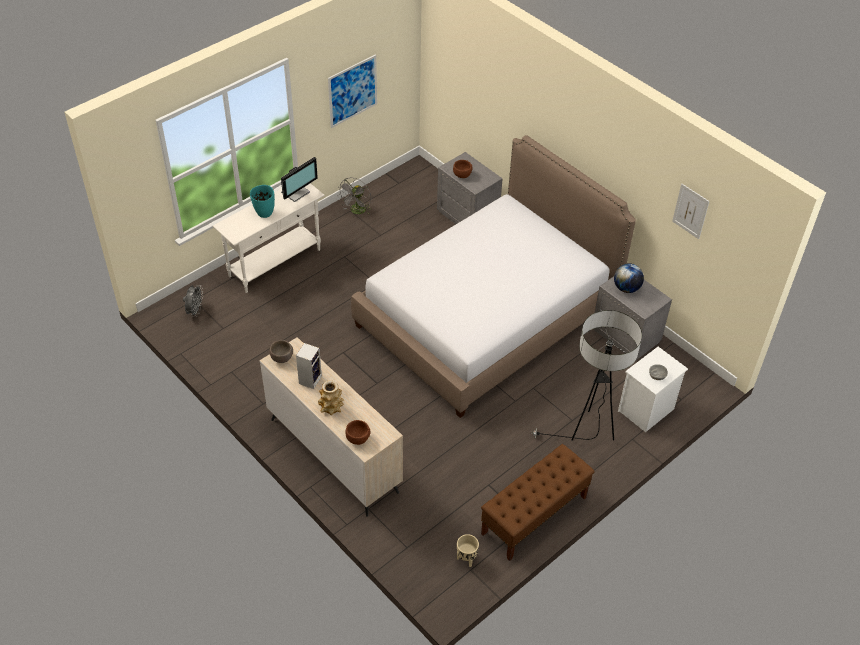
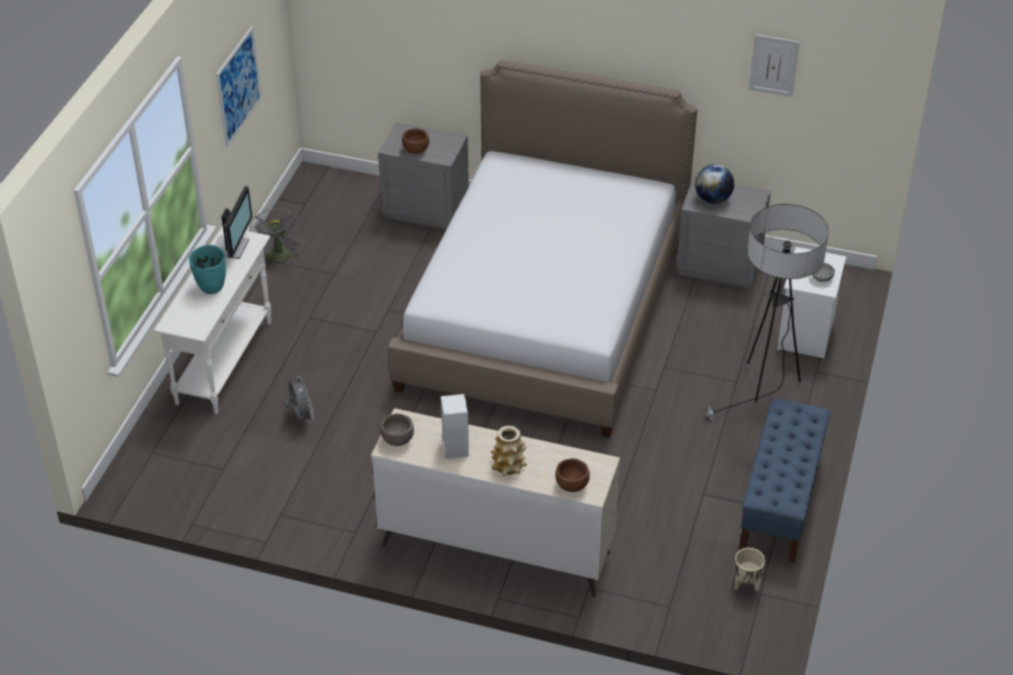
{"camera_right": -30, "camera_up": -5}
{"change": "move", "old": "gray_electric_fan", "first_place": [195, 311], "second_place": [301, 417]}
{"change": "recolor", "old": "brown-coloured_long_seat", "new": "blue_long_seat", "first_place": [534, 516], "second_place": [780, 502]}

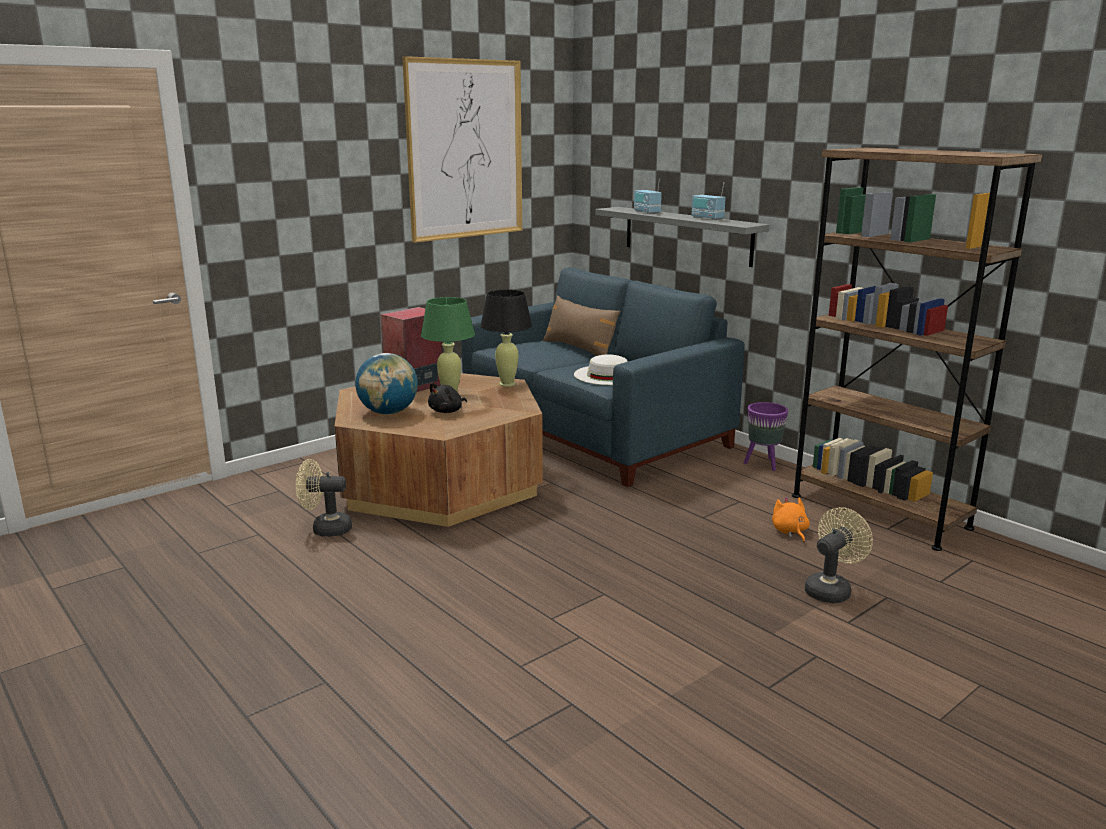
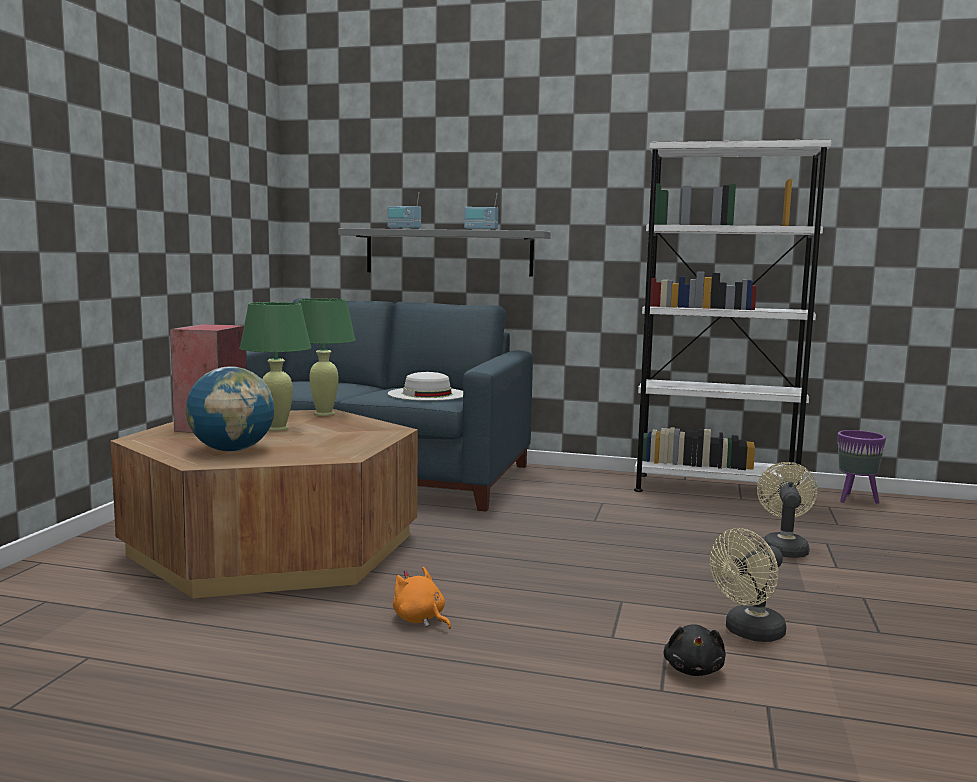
{"camera_right": -35, "camera_up": -10}
{"change": "delete", "old": "wall_art", "first_place": [465, 150]}
{"change": "delete", "old": "brown-coloured_cushion", "first_place": [580, 349]}
{"change": "move", "old": "beige_electric_fan", "first_place": [325, 529], "second_place": [749, 633]}
{"change": "move", "old": "blackish_plush_toy", "first_place": [447, 411], "second_place": [693, 669]}
{"change": "move", "old": "purple_planter", "first_place": [763, 464], "second_place": [855, 500]}
{"change": "move", "old": "orange_plush_toy", "first_place": [790, 532], "second_place": [420, 619]}
{"change": "recolor", "old": "blackish_table_lamp", "new": "greenish_table_lamp", "first_place": [507, 384], "second_place": [324, 413]}
{"change": "recolor", "old": "brown-coloured_bookshelf", "new": "white_bookshelf", "first_place": [879, 511], "second_place": [714, 489]}

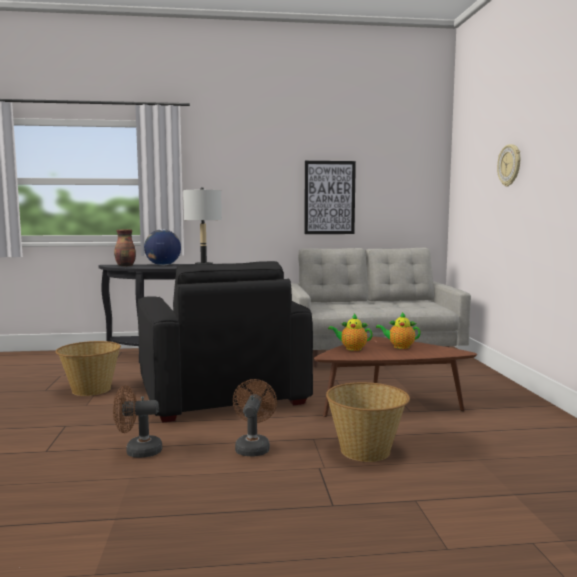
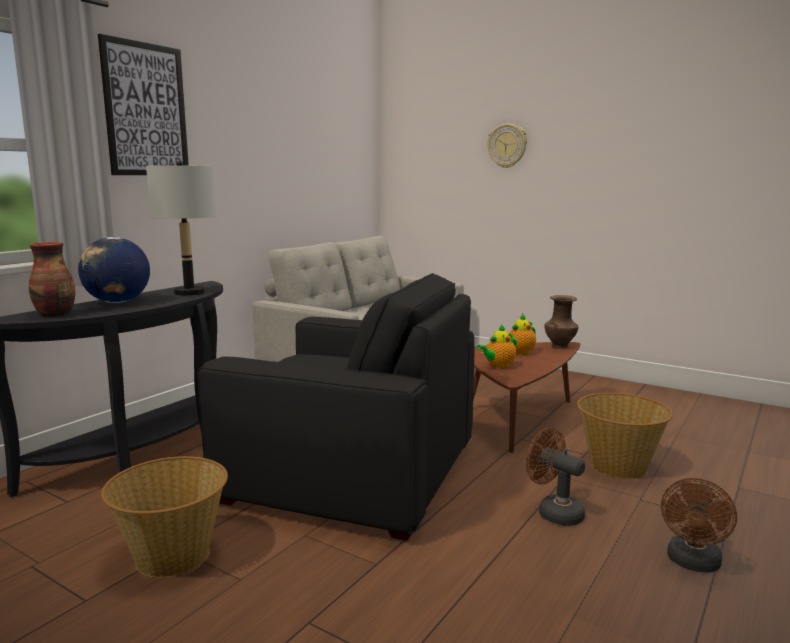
{"camera_right": -50, "camera_up": 5}
{"change": "insert", "new": "brown-coloured_flower_vase", "second_place": [560, 346]}
{"change": "move", "old": "brown-coloured_electric_fan", "first_place": [137, 451], "second_place": [693, 563]}
{"change": "move", "old": "wall_art", "first_place": [329, 197], "second_place": [145, 110]}

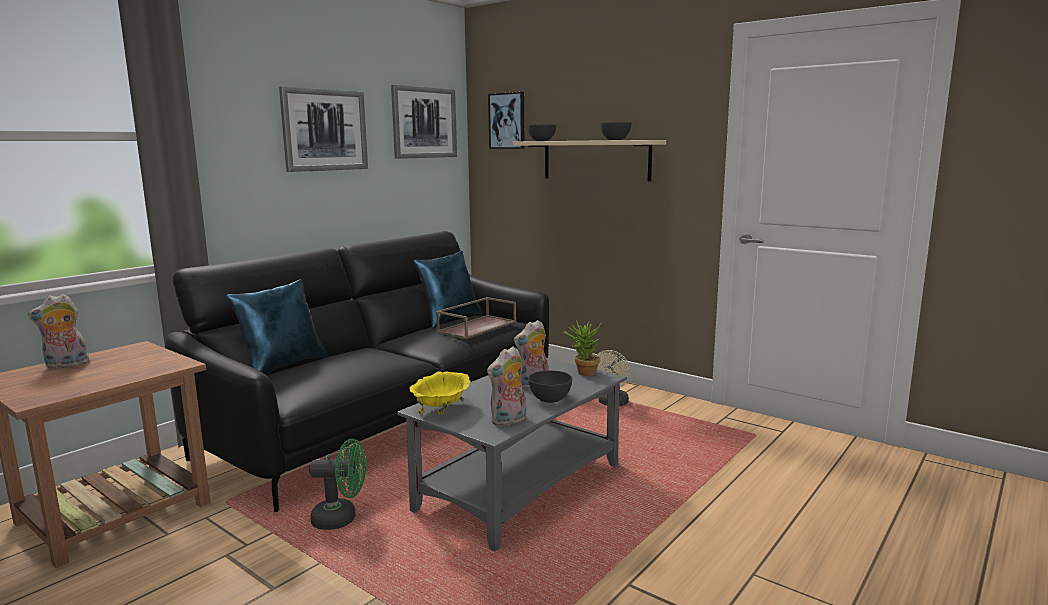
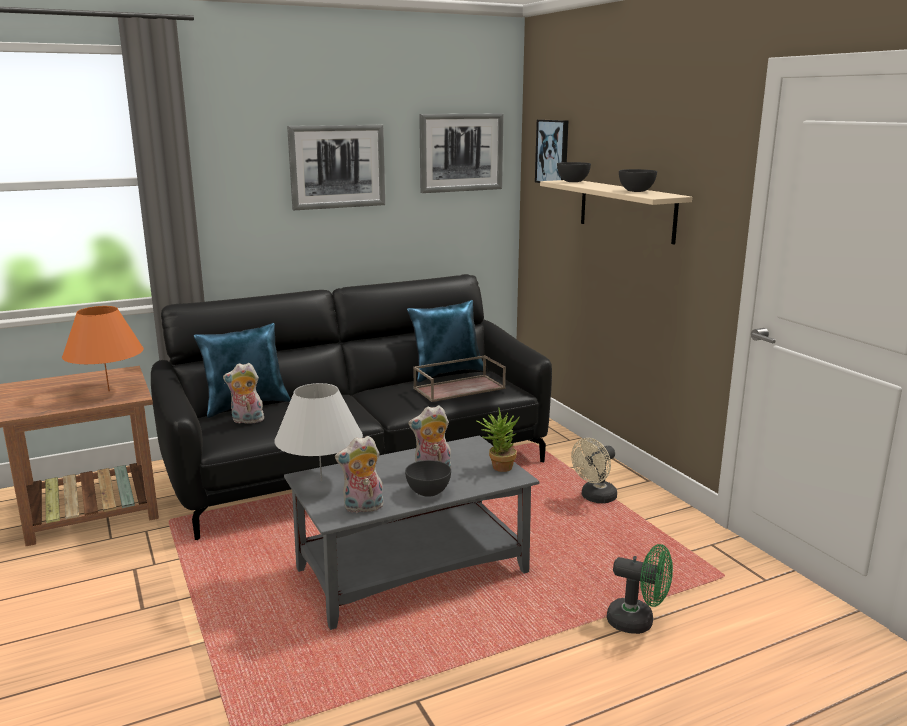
{"camera_right": 25, "camera_up": 5}
{"change": "insert", "new": "orange_table_lamp", "second_place": [108, 391]}
{"change": "move", "old": "plush_toy", "first_place": [66, 365], "second_place": [246, 421]}
{"change": "move", "old": "greenish_electric_fan", "first_place": [341, 518], "second_place": [638, 622]}
{"change": "replace", "old": "yellow_bowl", "new": "white_table_lamp", "first_place": [441, 409], "second_place": [321, 480]}

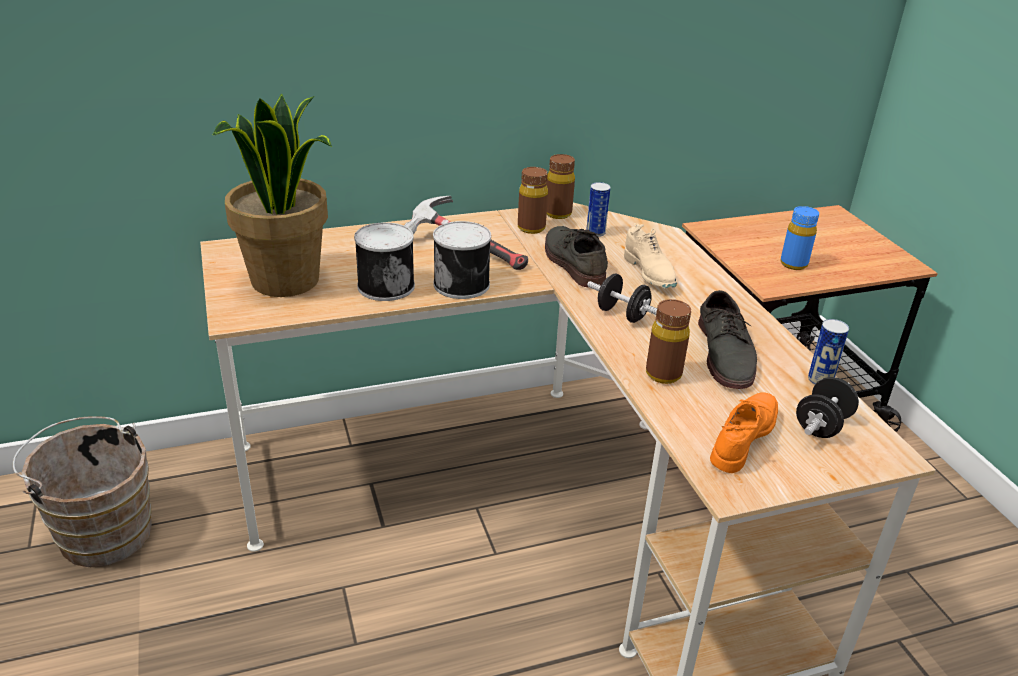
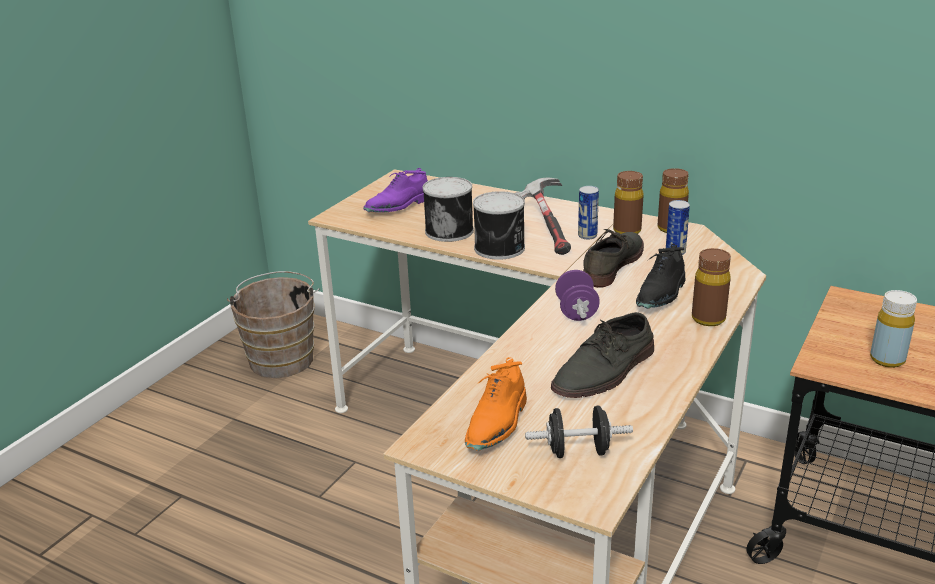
{"camera_right": 50, "camera_up": -5}
{"change": "move", "old": "brown-coloured_beverage_bottle", "first_place": [663, 374], "second_place": [708, 319]}
{"change": "move", "old": "can", "first_place": [820, 380], "second_place": [587, 235]}
{"change": "replace", "old": "plant_in_a_pot", "new": "purple_shoe", "first_place": [286, 281], "second_place": [398, 207]}
{"change": "recolor", "old": "blackish_hand_weight", "new": "purple_hand_weight", "first_place": [622, 314], "second_place": [576, 312]}
{"change": "recolor", "old": "beige_shoe", "new": "blackish_shoe", "first_place": [649, 273], "second_place": [661, 295]}
{"change": "recolor", "old": "blue_beverage_bottle", "new": "yellow_beverage_bottle", "first_place": [793, 264], "second_place": [887, 359]}
{"change": "rotate", "old": "orange_shoe", "first_place": [743, 439], "second_place": [497, 424], "degrees": 120}

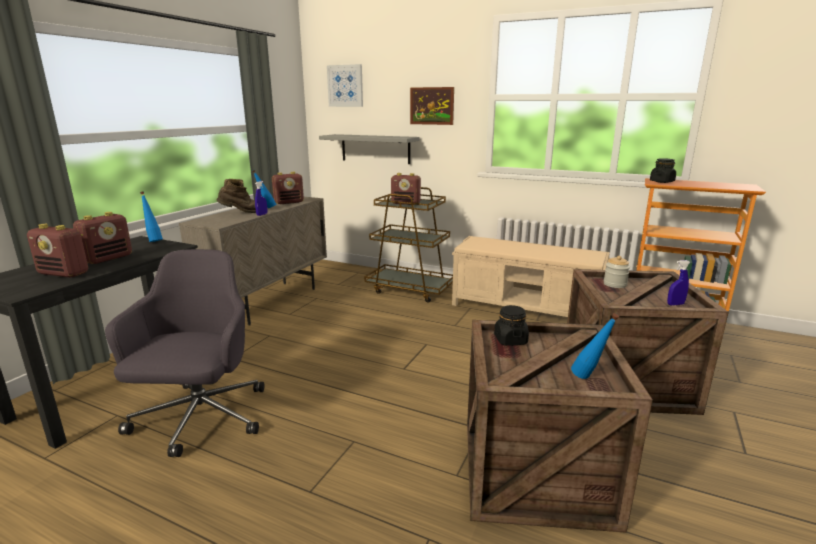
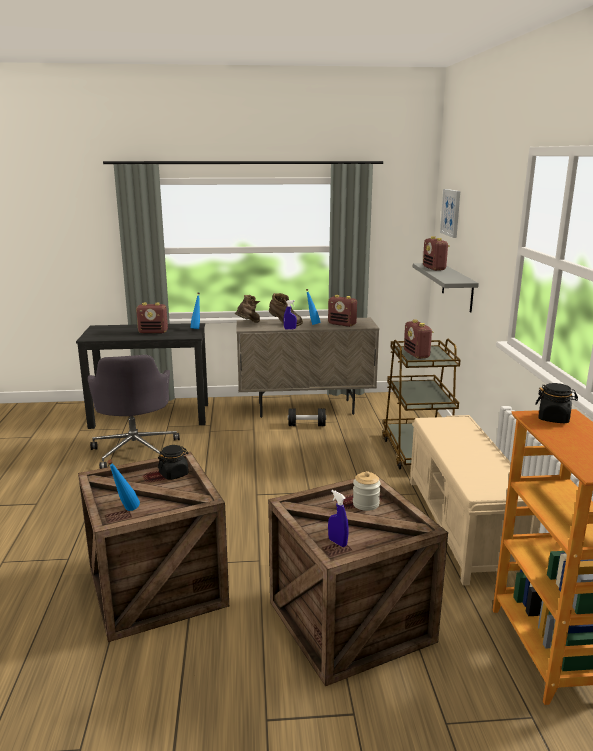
{"camera_right": 60, "camera_up": 0}
{"change": "delete", "old": "wall_art", "first_place": [431, 106]}
{"change": "insert", "new": "brown-coloured_high-top_boot", "second_place": [249, 324]}
{"change": "insert", "new": "blackish_hand_weight", "second_place": [306, 425]}
{"change": "move", "old": "radio_receiver", "first_place": [64, 274], "second_place": [434, 268]}
{"change": "rotate", "old": "gray_desk_chair", "first_place": [200, 419], "second_place": [135, 450], "degrees": 105}

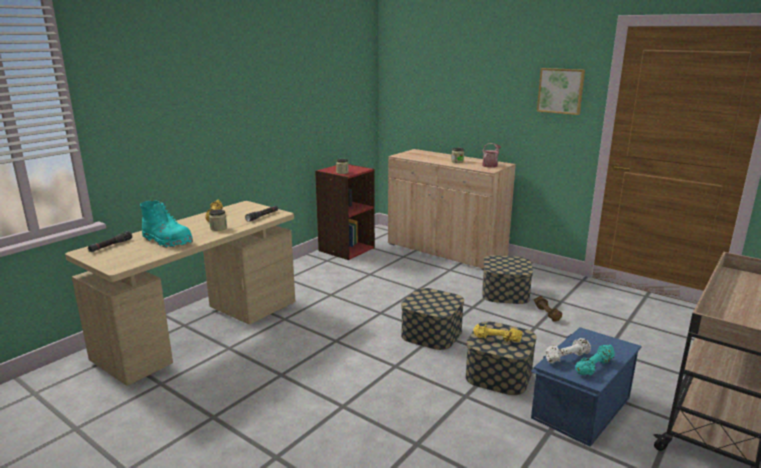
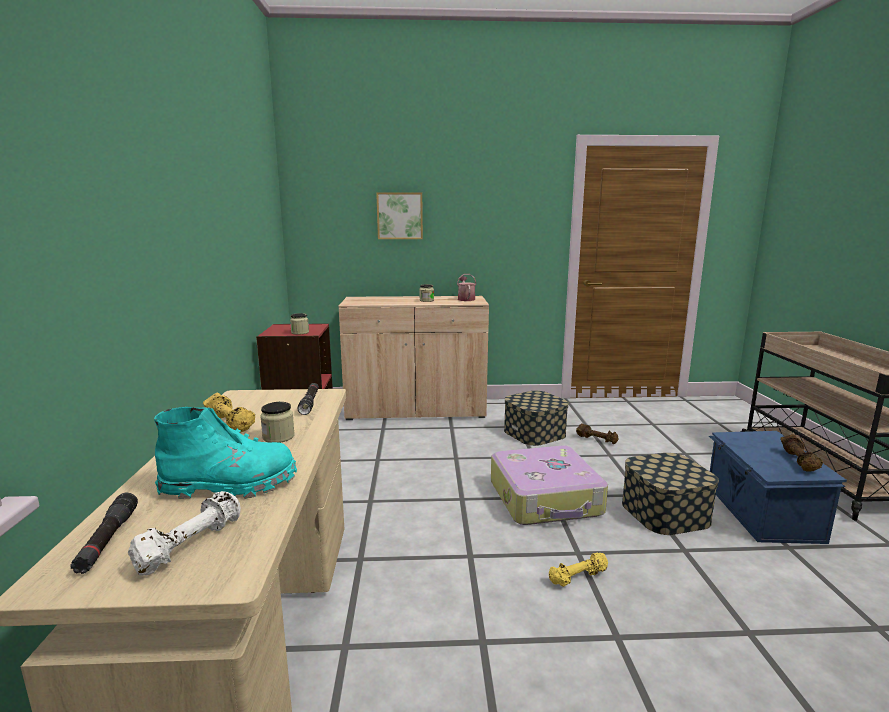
{"camera_right": -40, "camera_up": -5}
{"change": "move", "old": "yellow_hand_weight", "first_place": [496, 340], "second_place": [578, 578]}
{"change": "move", "old": "wall_art", "first_place": [561, 91], "second_place": [400, 216]}
{"change": "move", "old": "white_hand_weight", "first_place": [566, 357], "second_place": [190, 545]}
{"change": "replace", "old": "storage_bin", "new": "suitcase", "first_place": [431, 333], "second_place": [546, 498]}
{"change": "recolor", "old": "turquoise-coloured_hand_weight", "new": "brown-coloured_hand_weight", "first_place": [594, 367], "second_place": [799, 461]}

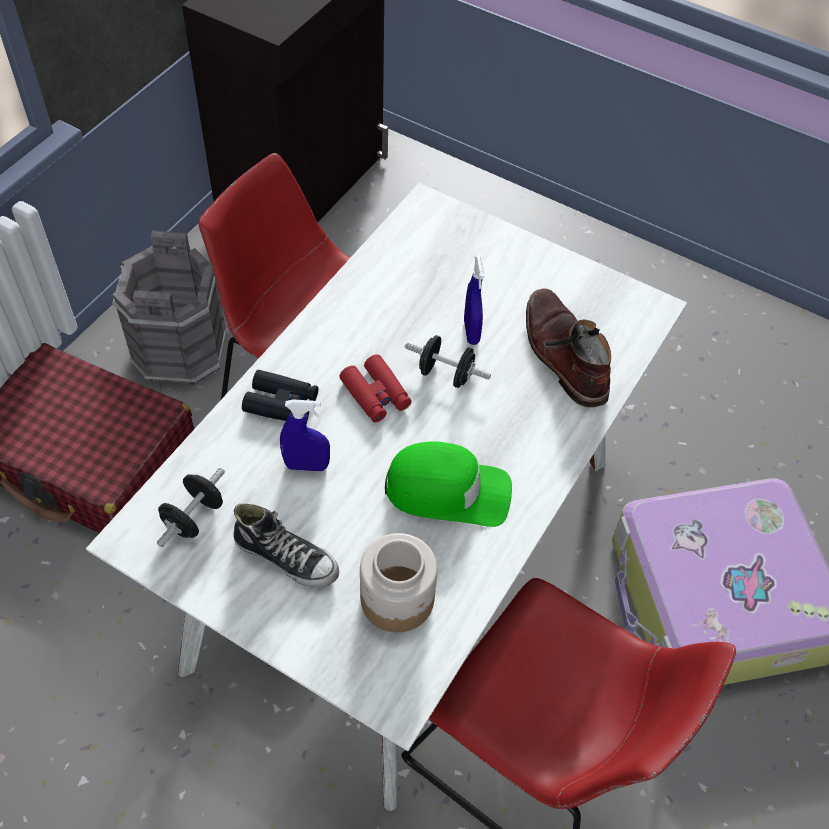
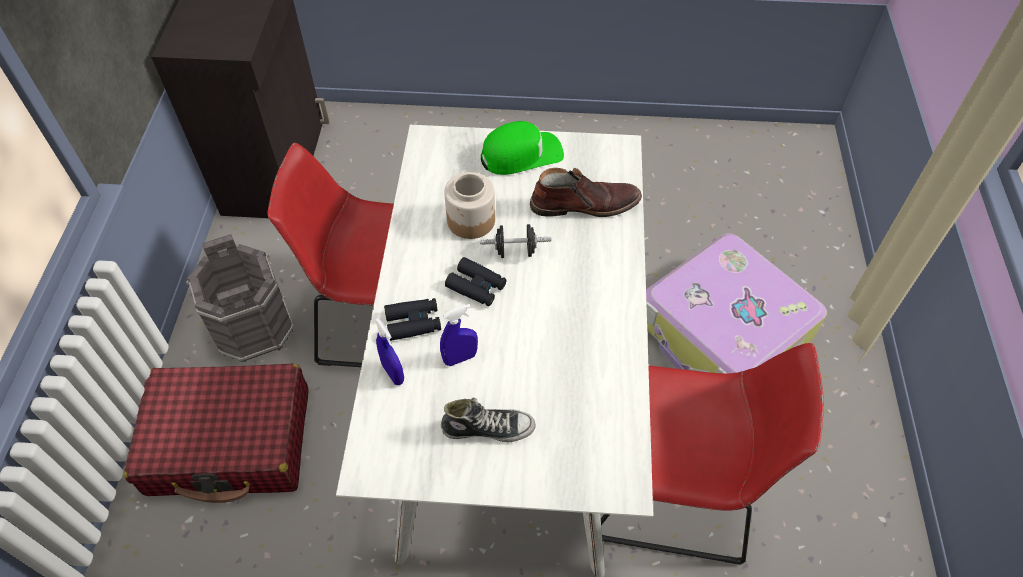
{"camera_right": -25, "camera_up": 0}
{"change": "delete", "old": "blackish_hand_weight", "first_place": [194, 517]}
{"change": "move", "old": "jar", "first_place": [398, 599], "second_place": [471, 220]}
{"change": "move", "old": "greenish_baseball_cap", "first_place": [448, 491], "second_place": [521, 154]}
{"change": "move", "old": "blue_spray_bottle", "first_place": [471, 332], "second_place": [393, 373]}
{"change": "recolor", "old": "reddish_binoculars", "new": "blackish_binoculars", "first_place": [376, 394], "second_place": [476, 286]}
{"change": "rotate", "old": "brown-coloured_high-top_boot", "first_place": [563, 355], "second_place": [584, 204], "degrees": 135}

